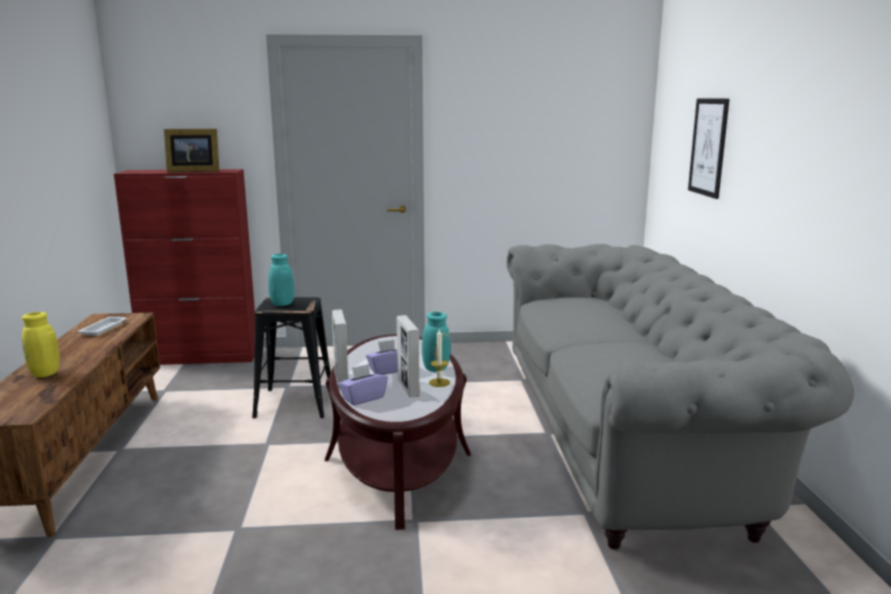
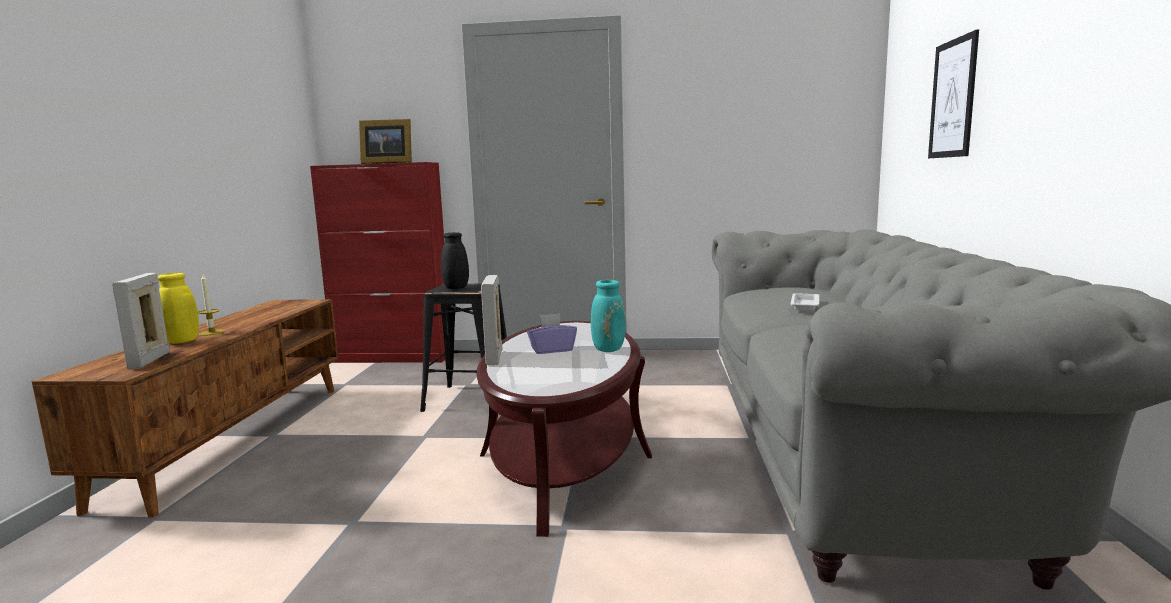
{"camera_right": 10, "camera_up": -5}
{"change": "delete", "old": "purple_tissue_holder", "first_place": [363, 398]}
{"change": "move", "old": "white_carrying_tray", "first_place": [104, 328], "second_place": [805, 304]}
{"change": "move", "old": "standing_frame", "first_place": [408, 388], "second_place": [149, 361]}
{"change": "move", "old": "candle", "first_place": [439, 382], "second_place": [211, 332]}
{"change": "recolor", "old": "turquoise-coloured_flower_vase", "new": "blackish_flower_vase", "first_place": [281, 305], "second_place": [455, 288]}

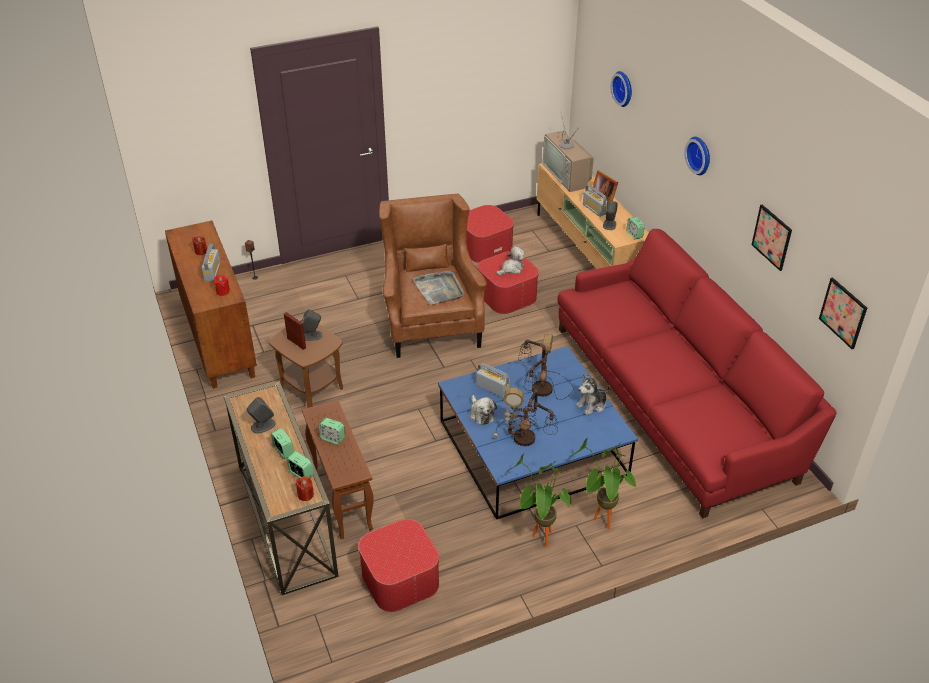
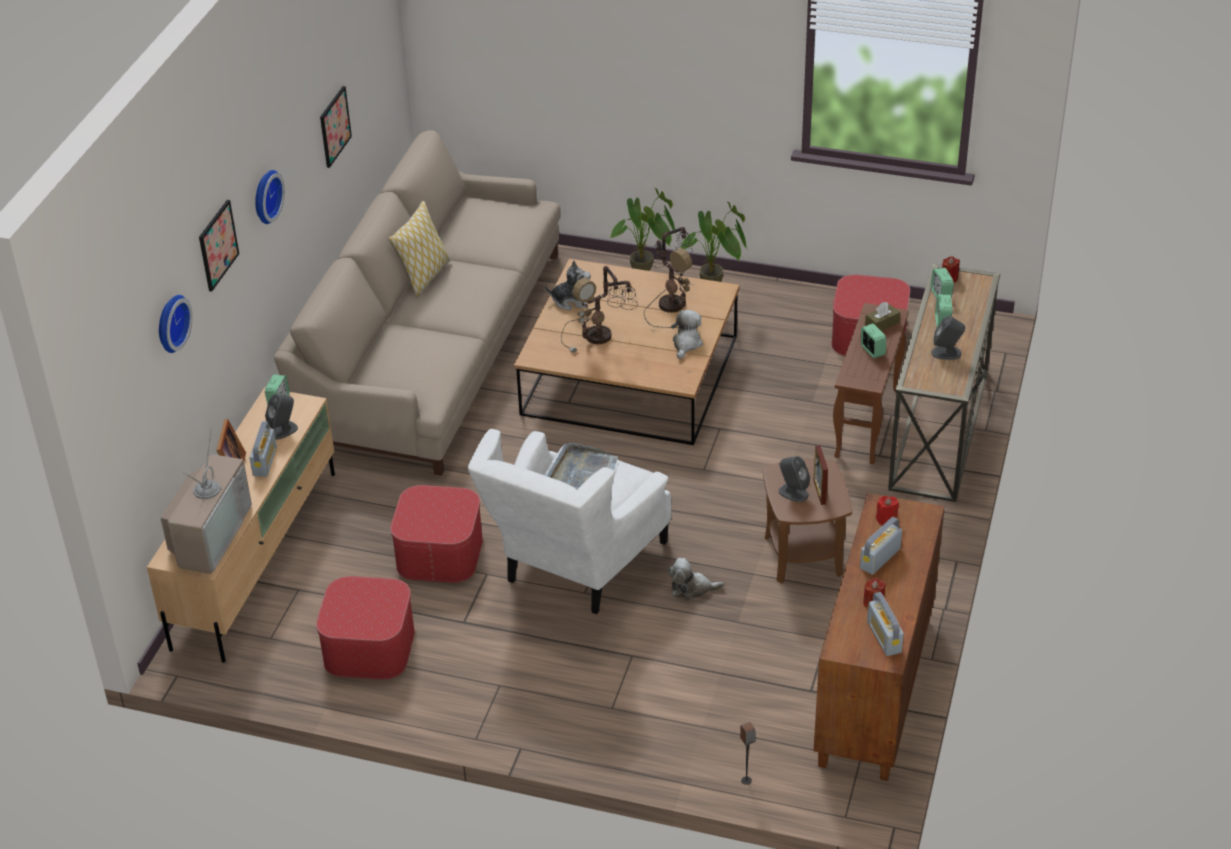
{"camera_right": -140, "camera_up": 0}
{"change": "insert", "new": "cushion", "second_place": [424, 277]}
{"change": "insert", "new": "brown-coloured_tissue_holder", "second_place": [882, 324]}
{"change": "move", "old": "radio_receiver", "first_place": [492, 389], "second_place": [884, 637]}
{"change": "move", "old": "plush_toy", "first_place": [511, 269], "second_place": [692, 588]}
{"change": "move", "old": "wall_art", "first_place": [843, 313], "second_place": [218, 245]}
{"change": "recolor", "old": "brown-coloured_lounge_chair", "new": "white_lounge_chair", "first_place": [431, 321], "second_place": [574, 568]}
{"change": "recolor", "old": "blue_coffee_table", "new": "brown-coloured_coffee_table", "first_place": [532, 447], "second_place": [630, 375]}
{"change": "recolor", "old": "reddish_couch", "new": "beige_couch", "first_place": [674, 399], "second_place": [433, 347]}

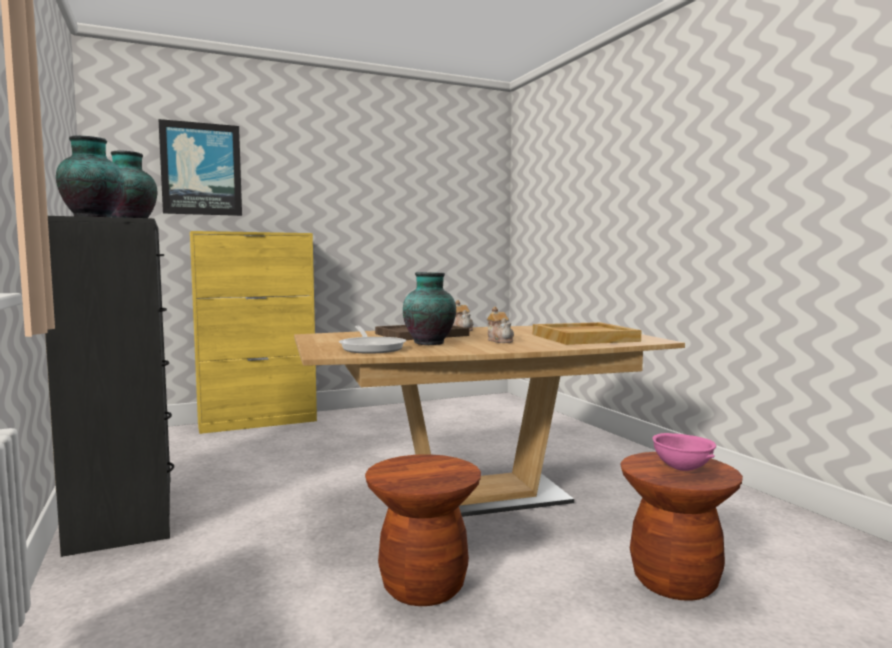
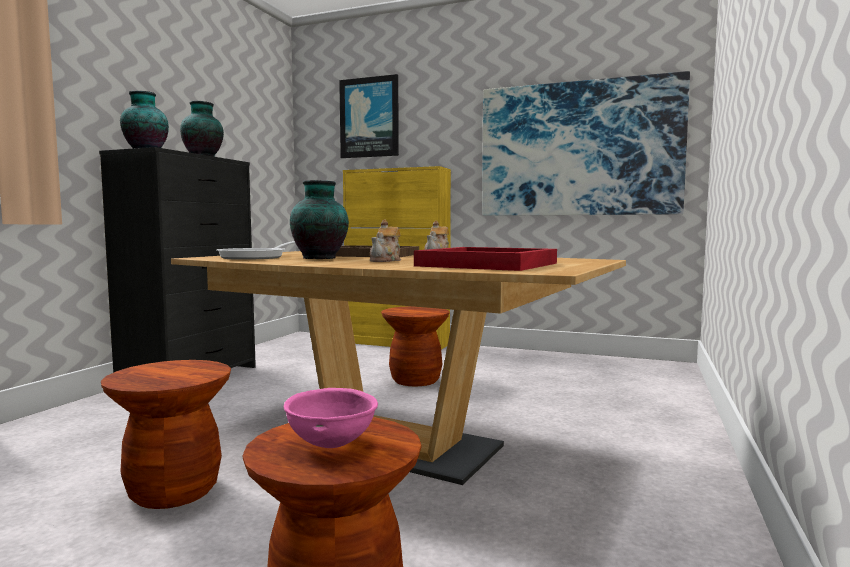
{"camera_right": 45, "camera_up": 0}
{"change": "insert", "new": "brown-coloured_stool_seat", "second_place": [415, 380]}
{"change": "insert", "new": "wall_art", "second_place": [578, 149]}
{"change": "recolor", "old": "beige_carrying_tray", "new": "reddish_carrying_tray", "first_place": [584, 338], "second_place": [489, 264]}

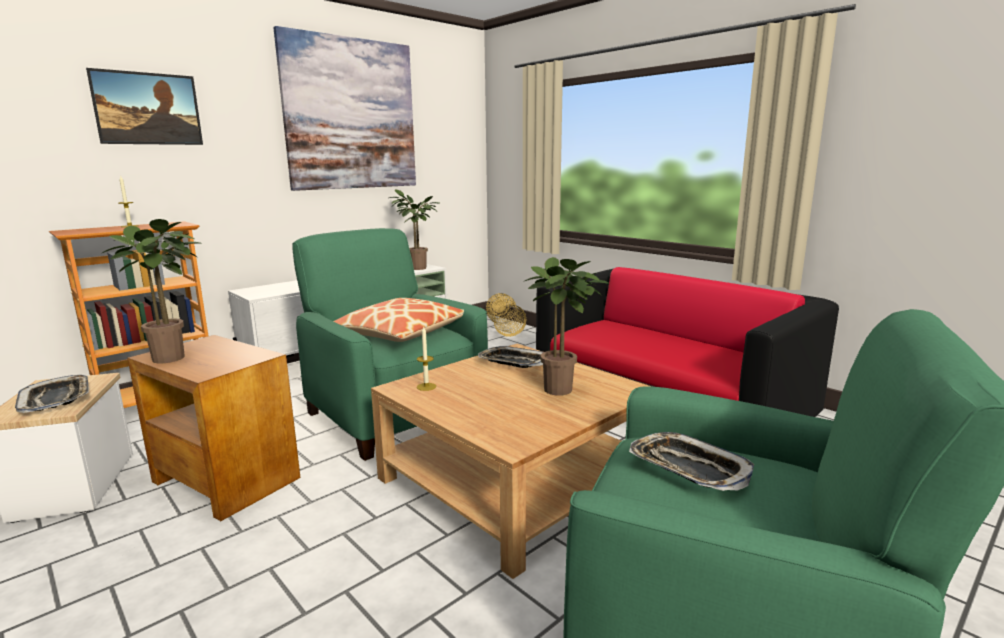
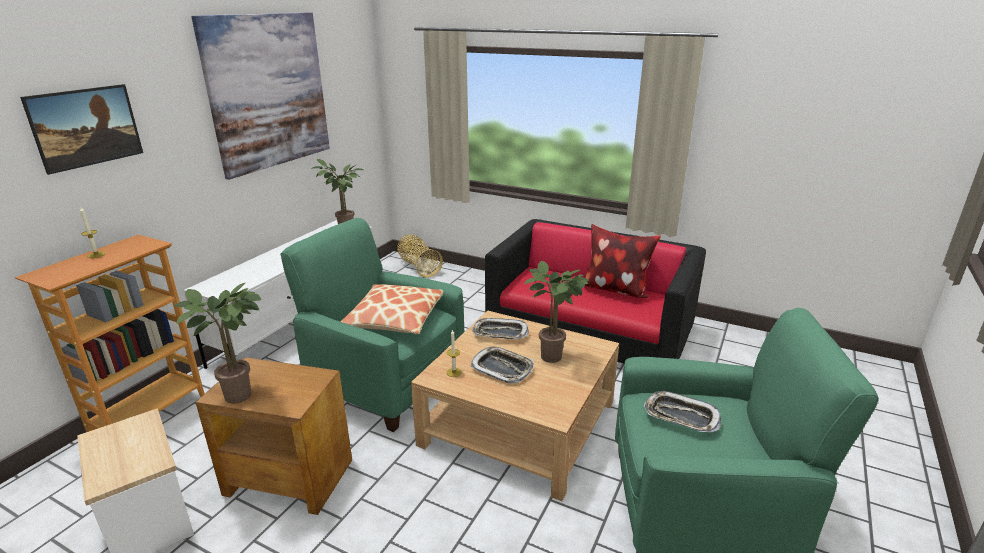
{"camera_right": -20, "camera_up": 10}
{"change": "insert", "new": "cushion", "second_place": [615, 289]}
{"change": "move", "old": "carrying_tray", "first_place": [56, 399], "second_place": [502, 368]}

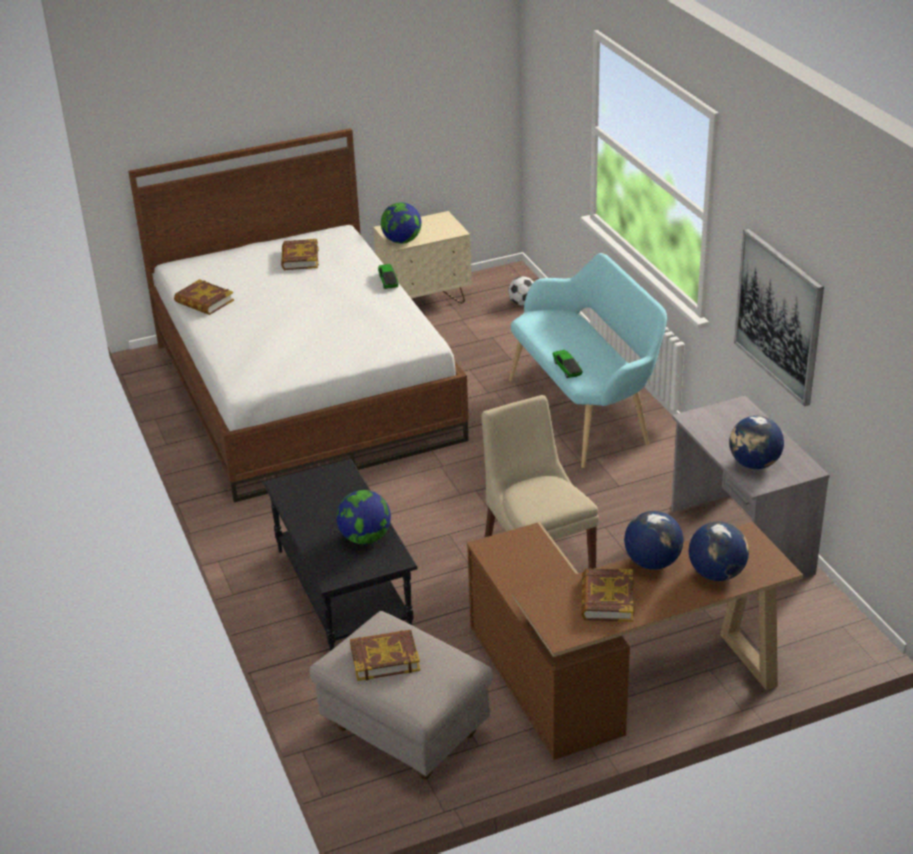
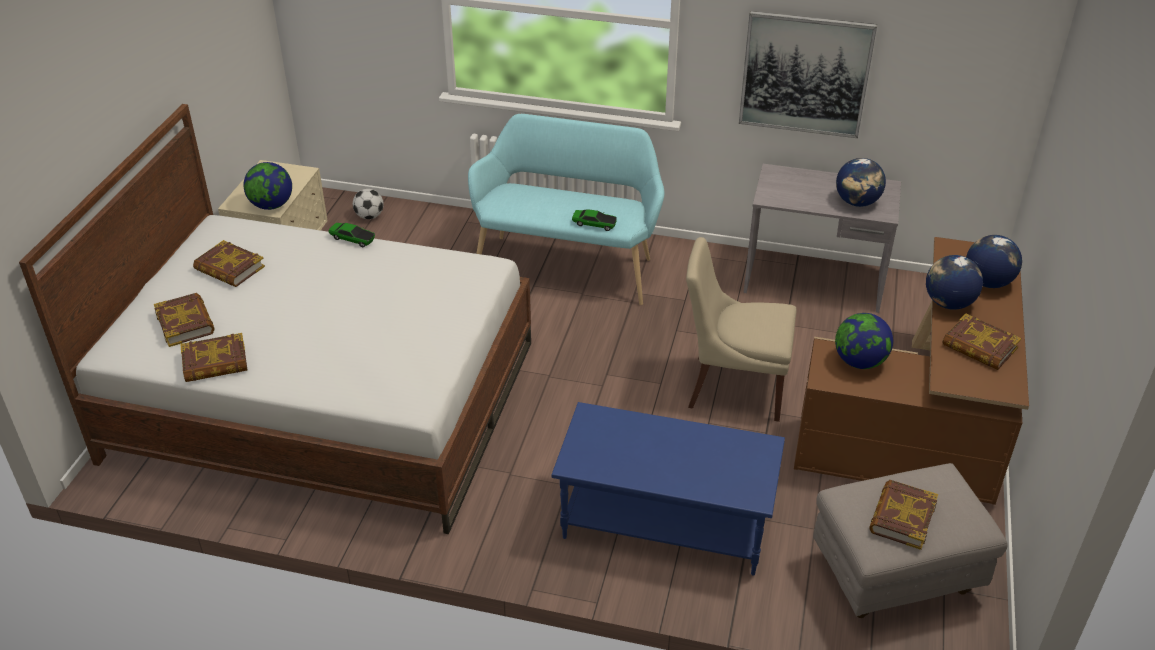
{"camera_right": -55, "camera_up": 5}
{"change": "insert", "new": "bound_book", "second_place": [186, 323]}
{"change": "move", "old": "world_globe", "first_place": [365, 538], "second_place": [859, 362]}
{"change": "recolor", "old": "blackish_coffee_table", "new": "blue_coffee_table", "first_place": [345, 590], "second_place": [666, 521]}

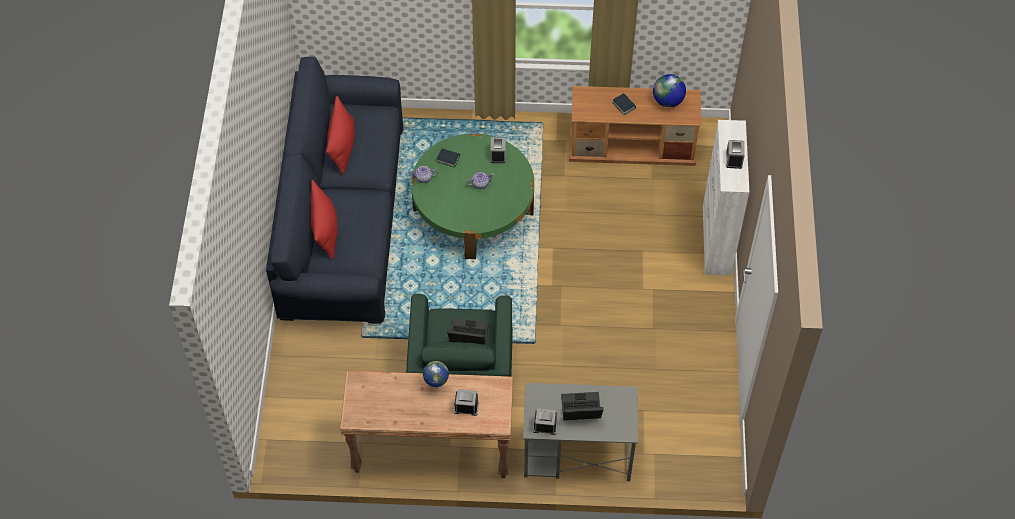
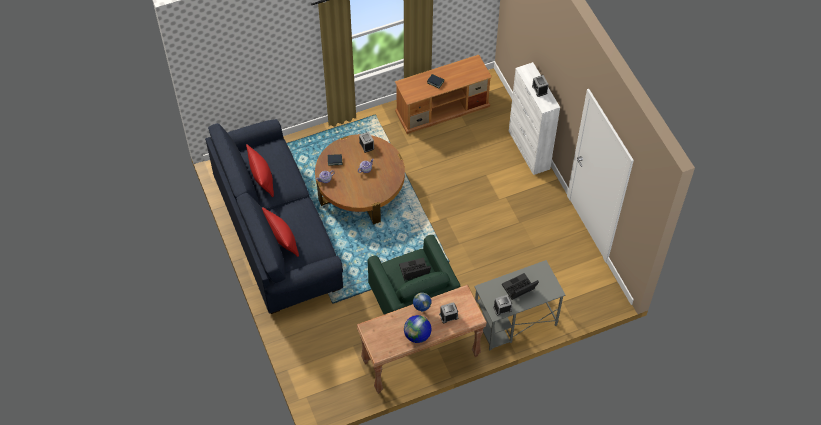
{"camera_right": -25, "camera_up": 0}
{"change": "move", "old": "world_globe", "first_place": [668, 101], "second_place": [417, 335]}
{"change": "recolor", "old": "greenish_coffee_table", "new": "brown-coloured_coffee_table", "first_place": [473, 209], "second_place": [360, 189]}

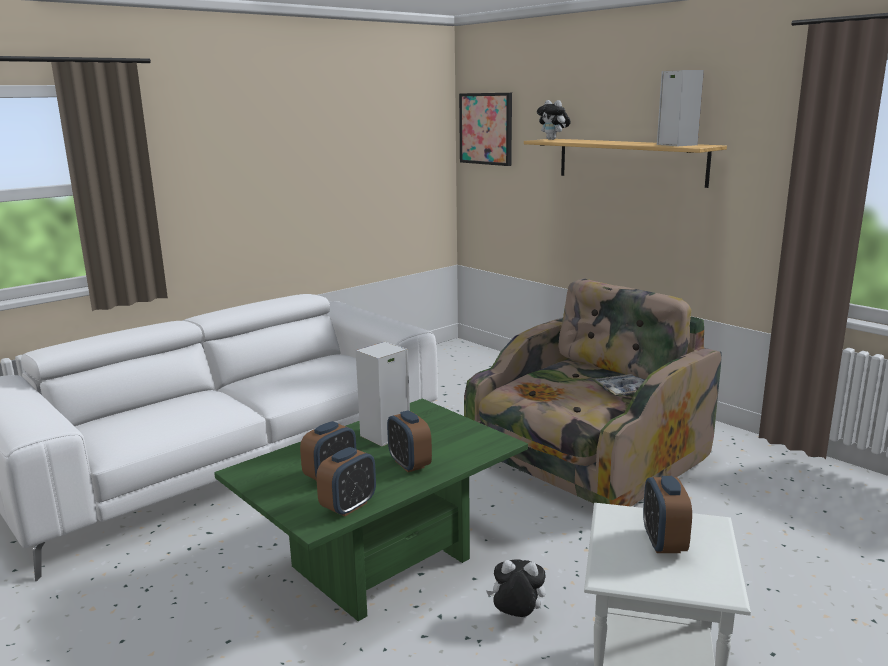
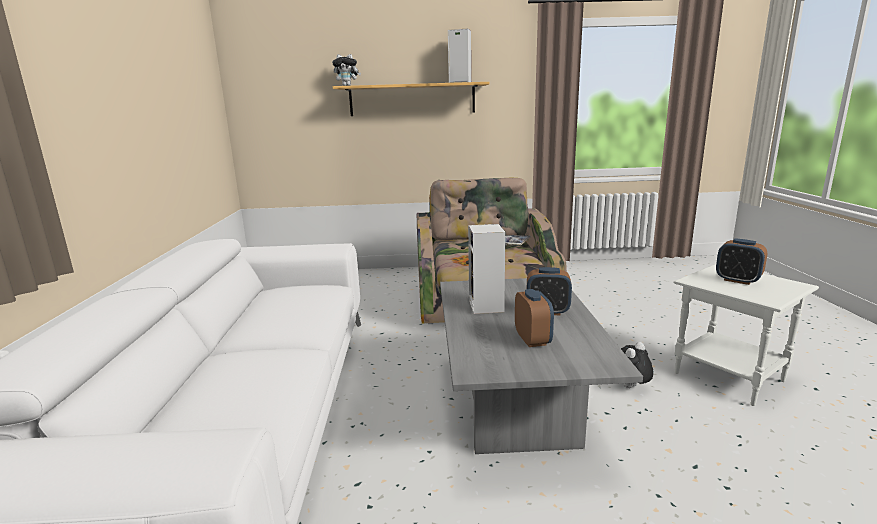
{"camera_right": -50, "camera_up": 0}
{"change": "delete", "old": "bedside_clock", "first_place": [348, 506]}
{"change": "delete", "old": "wall_art", "first_place": [486, 128]}
{"change": "recolor", "old": "greenish_coffee_table", "new": "gray_coffee_table", "first_place": [381, 562], "second_place": [517, 411]}

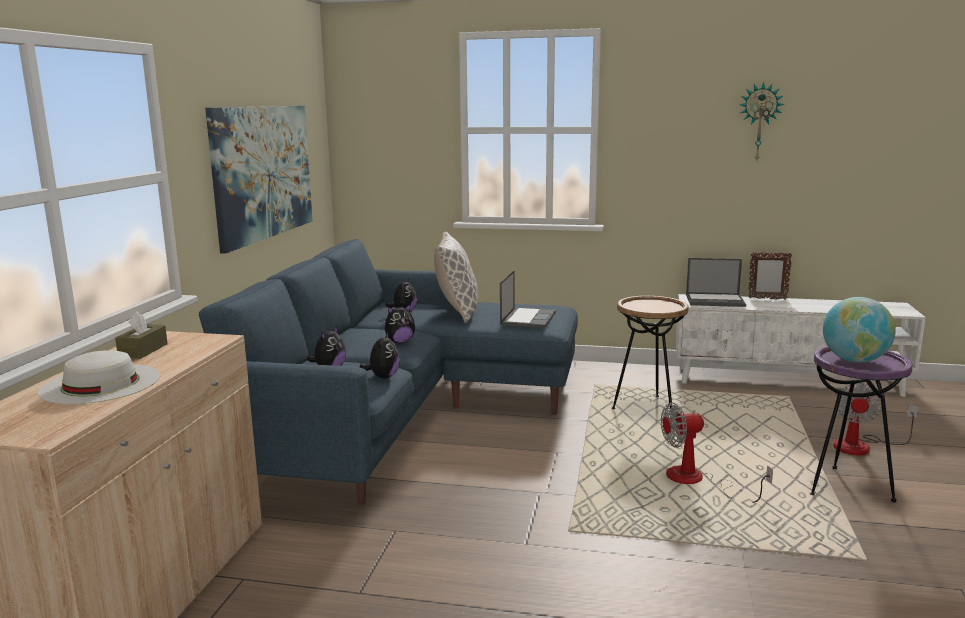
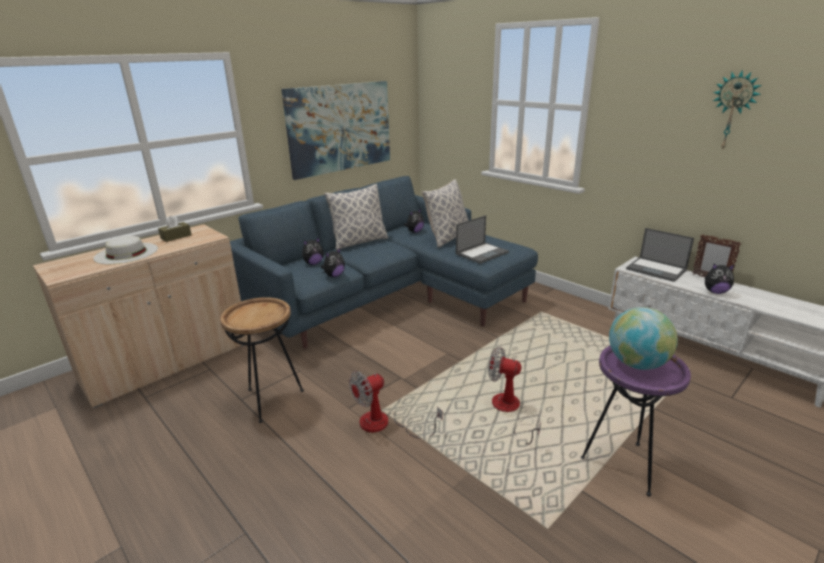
{"camera_right": 35, "camera_up": 10}
{"change": "insert", "new": "cushion", "second_place": [359, 242]}
{"change": "move", "old": "plush_toy", "first_place": [399, 342], "second_place": [715, 292]}
{"change": "move", "old": "brown-coloured_end_table", "first_place": [647, 409], "second_place": [271, 400]}
{"change": "move", "old": "electric_fan", "first_place": [861, 446], "second_place": [384, 424]}

